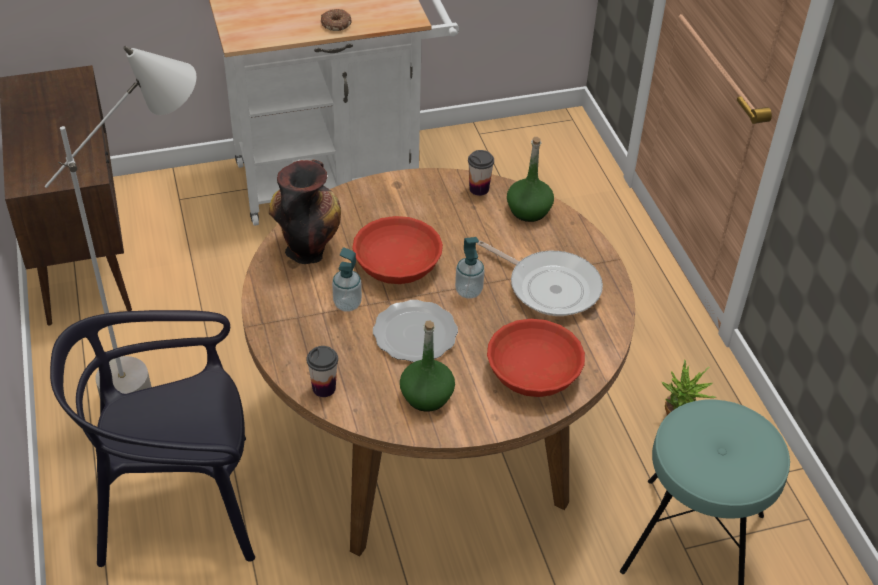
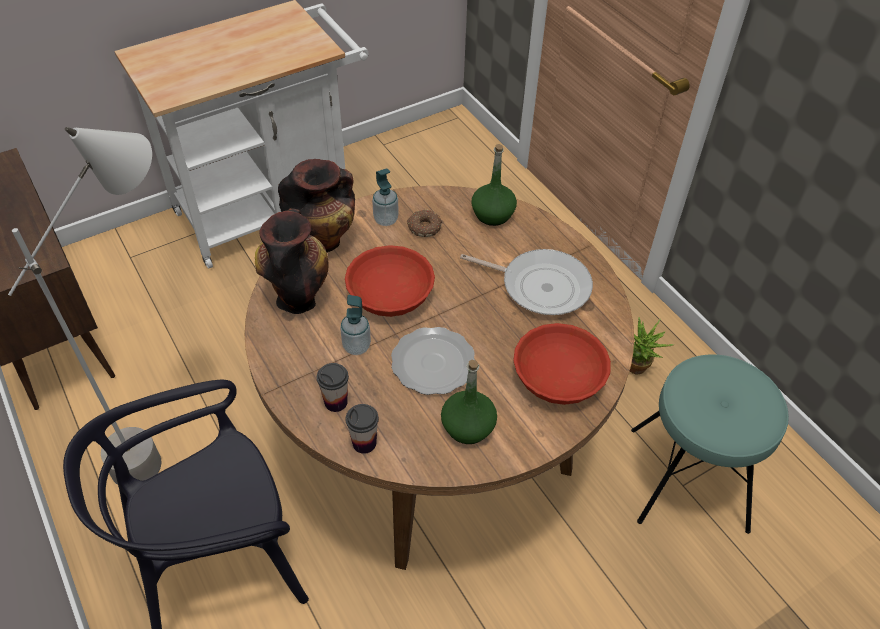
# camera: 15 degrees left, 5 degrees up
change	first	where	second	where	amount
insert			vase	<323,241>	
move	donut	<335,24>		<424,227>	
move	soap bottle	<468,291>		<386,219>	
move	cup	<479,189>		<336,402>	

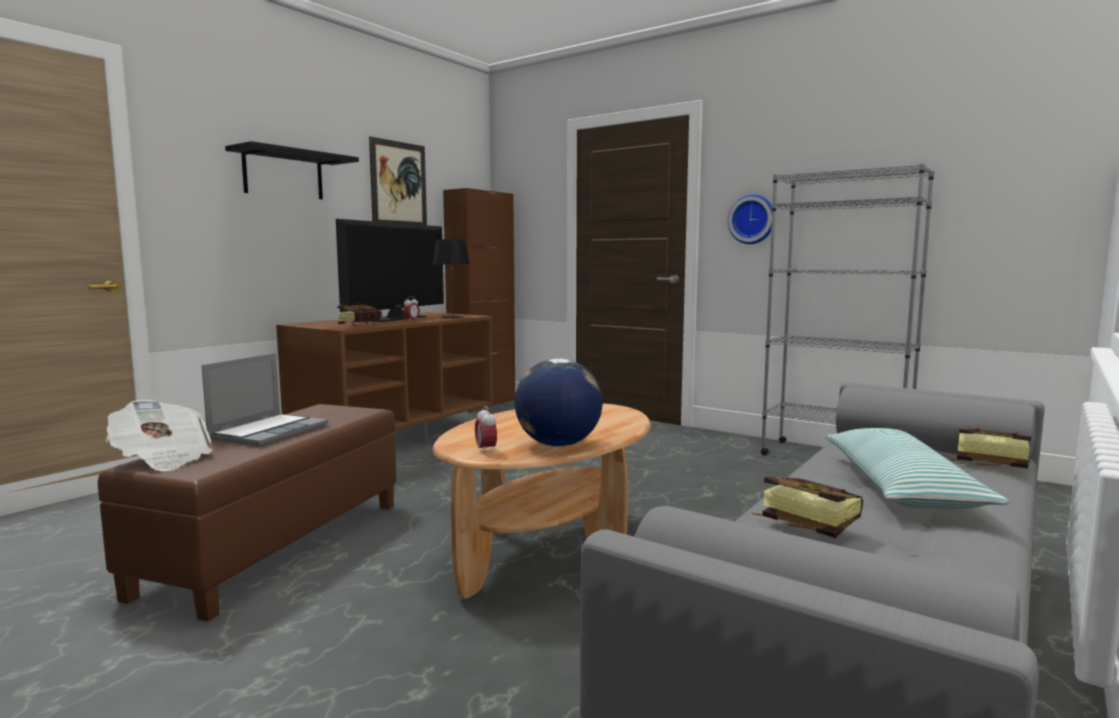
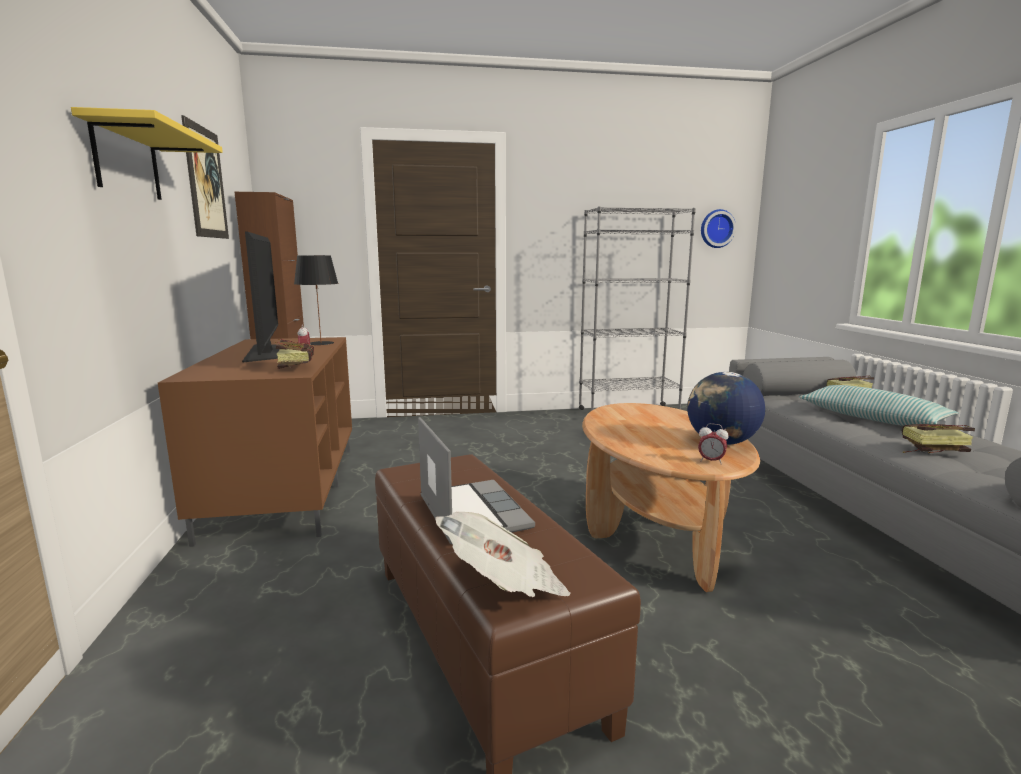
# camera: 45 degrees left, 5 degrees up
change	first	where	second	where	amount
move	clock on the wall	<752,219>		<716,229>	
recolor	blackish shelf	<283,175>	yellow-coloured shelf	<127,161>	

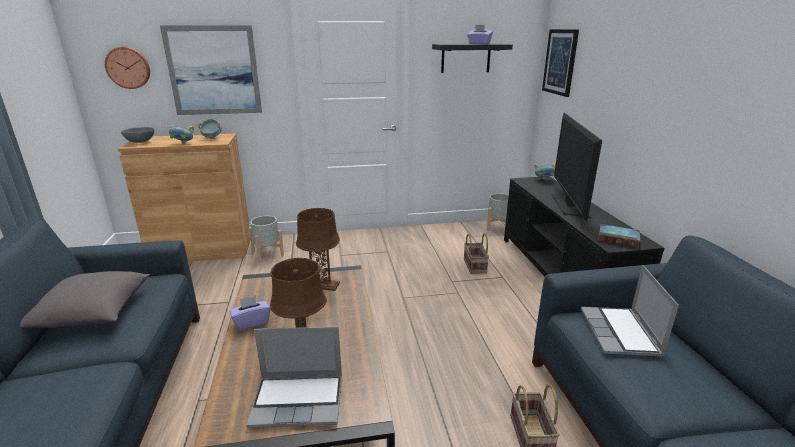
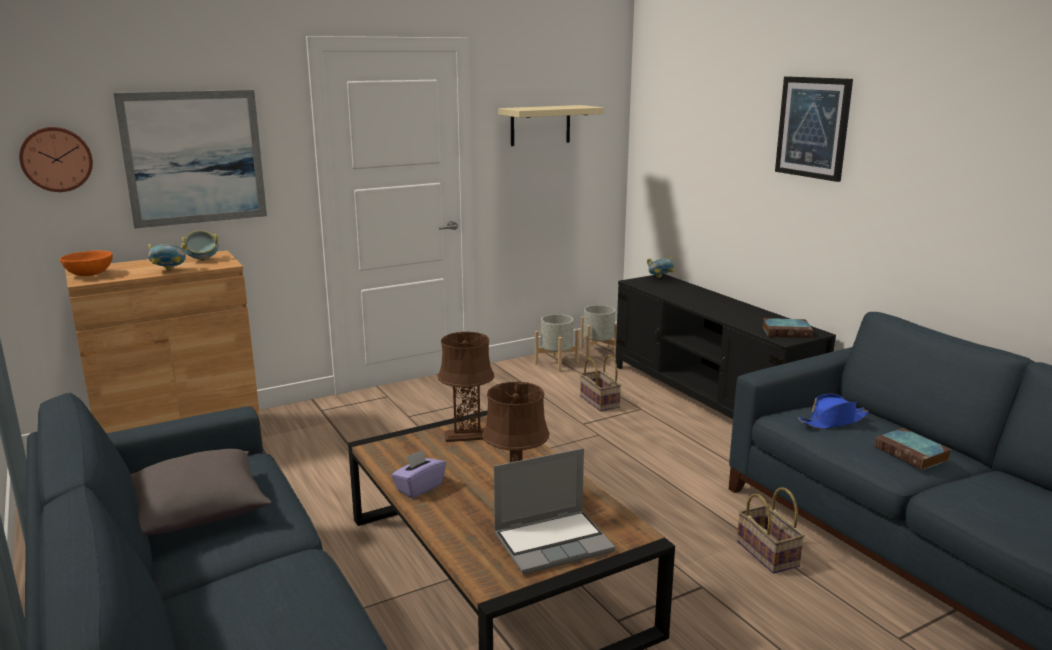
# camera: 20 degrees left, 5 degrees down
change	first	where	second	where	amount
delete	purplish box of tissues	<479,44>			
delete	TV	<569,204>			
insert			book	<912,454>	
move	gray plant pot	<268,253>		<556,363>	
move	picture	<560,62>		<813,127>	
replace	notebook computer	<620,333>	blue-coloured clothing hat	<833,421>	
recolor	gray deep dish	<140,142>	orangey deep dish	<90,274>	
recolor	blackish shelf	<465,58>	sand-coloured shelf	<540,125>	

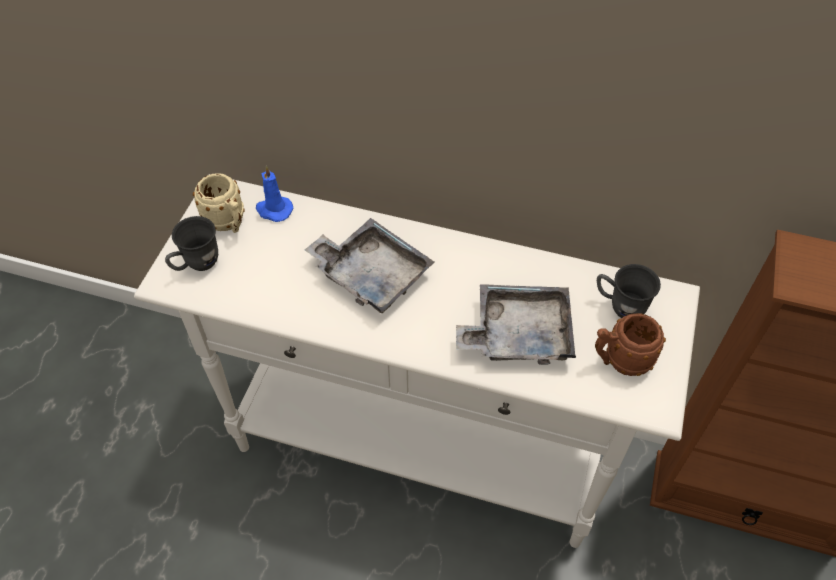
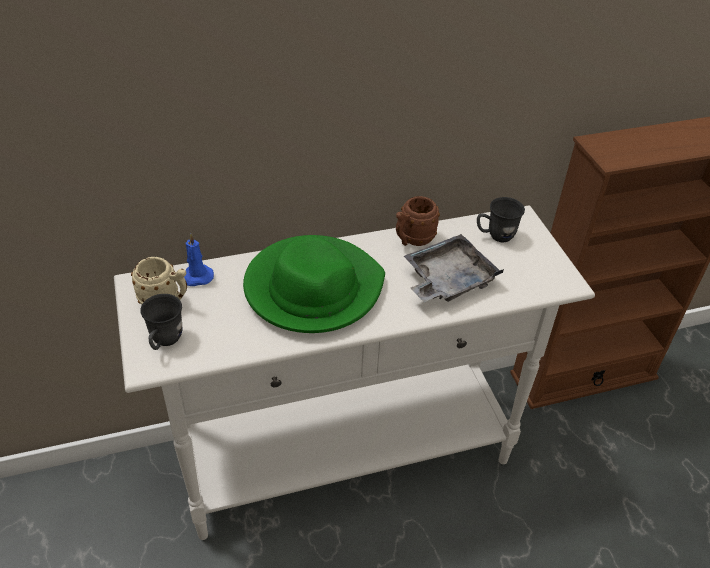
# camera: 35 degrees left, 10 degrees down
change	first	where	second	where	amount
move	brown tea mug	<620,361>		<412,240>	
replace	gray carrying tray	<371,274>	green-coloured clothing hat	<313,288>	

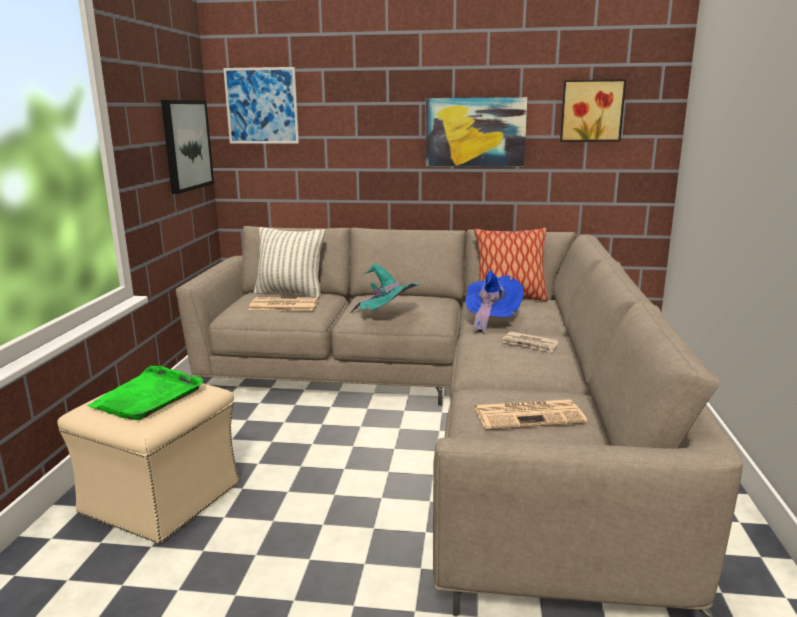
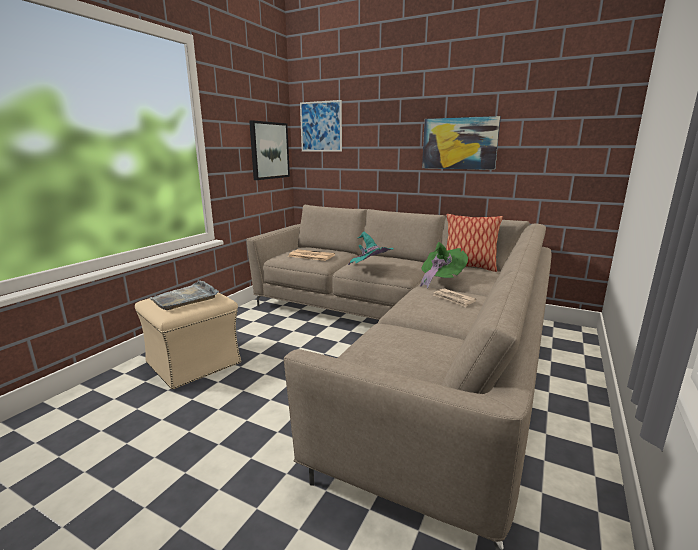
# camera: 20 degrees right, 0 degrees up
change	first	where	second	where	amount
delete	throw pillow	<290,293>			
delete	daily paper	<529,415>			
delete	picture	<591,110>			
recolor	green-coloured carrying tray	<148,396>	gray carrying tray	<185,298>	
recolor	blue-coloured clothing hat	<491,320>	green-coloured clothing hat	<440,280>	

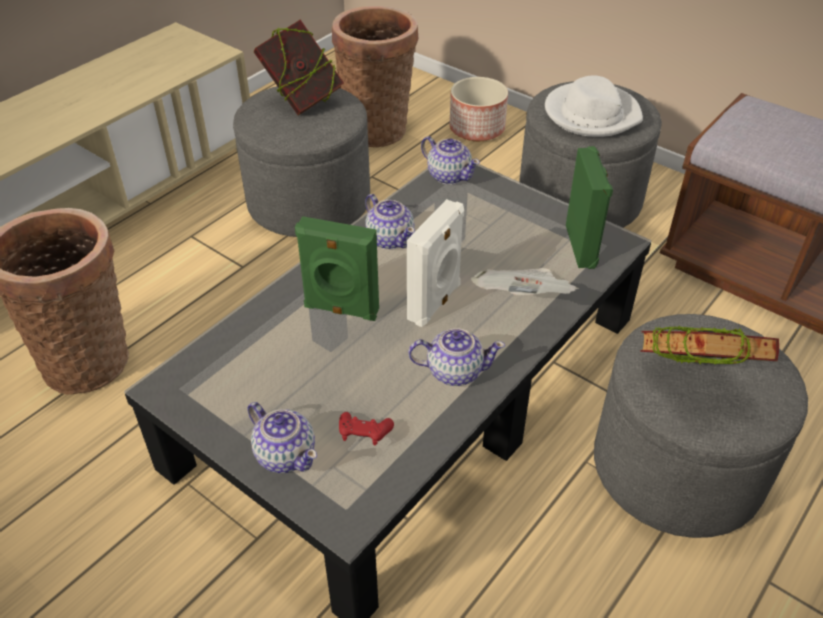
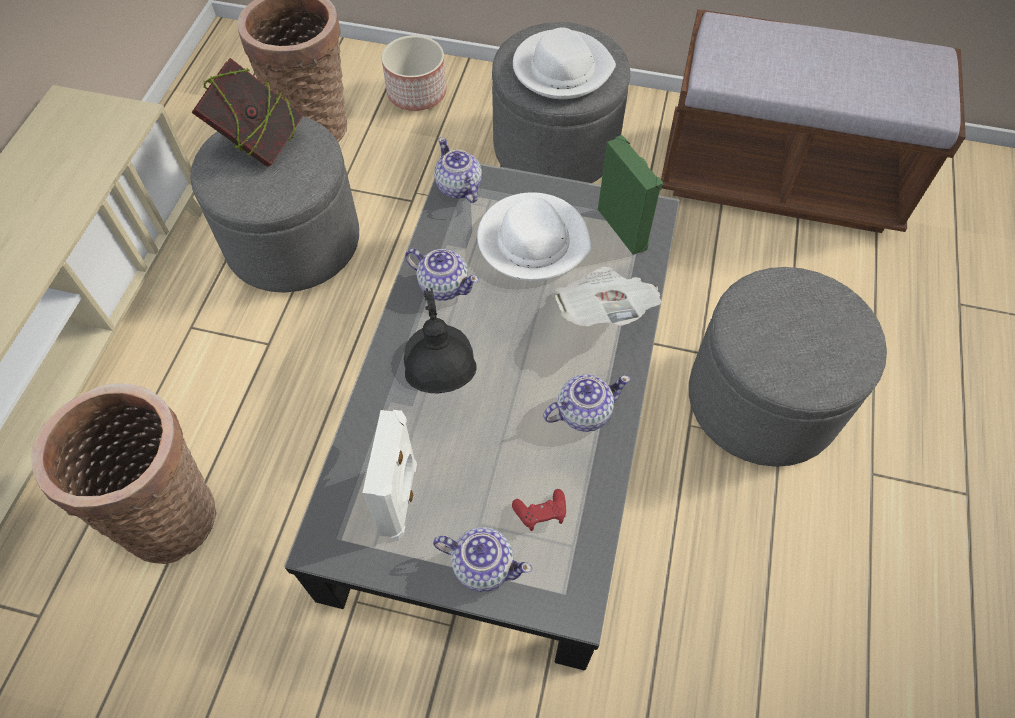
# camera: 25 degrees left, 15 degrees up
change	first	where	second	where	amount
delete	book	<693,381>			
insert			white clothing hat	<533,240>	
move	white audio speaker	<435,302>		<400,498>	
replace	green-coloured audio speaker	<341,310>	blackish tabletop lamp	<443,387>	
rotate	tea pot	<449,175>		<458,187>	135 degrees counterclockwise

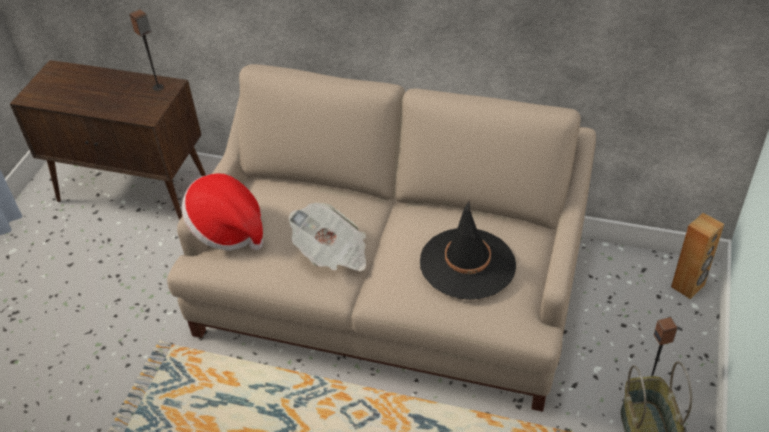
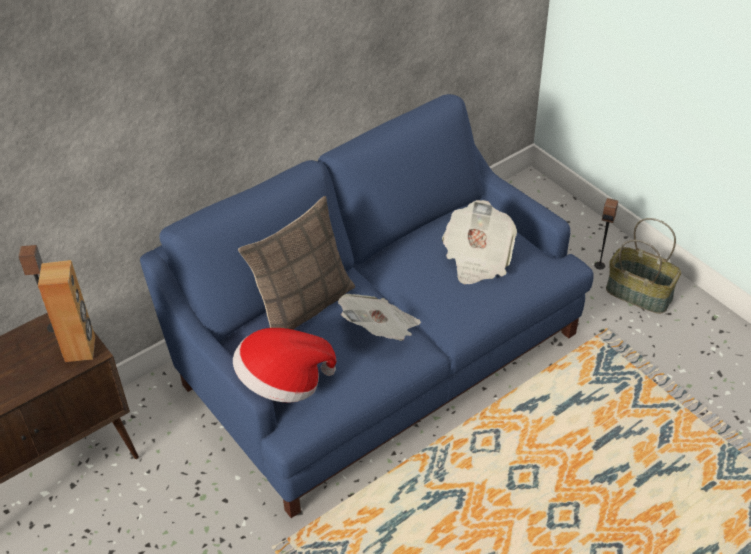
# camera: 55 degrees left, 0 degrees up
change	first	where	second	where	amount
insert			throw pillow	<303,305>	
move	brown audio speaker	<688,286>		<80,349>	
replace	blackish clothing hat	<467,263>	daily paper	<477,258>	
recolor	sand-coloured couch	<389,289>	blue-coloured couch	<376,352>	

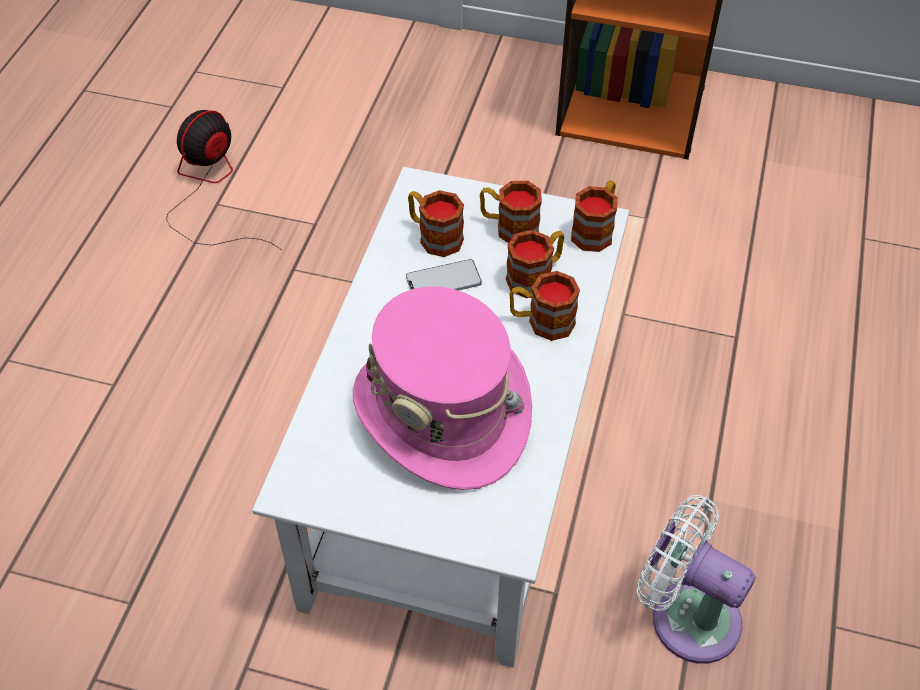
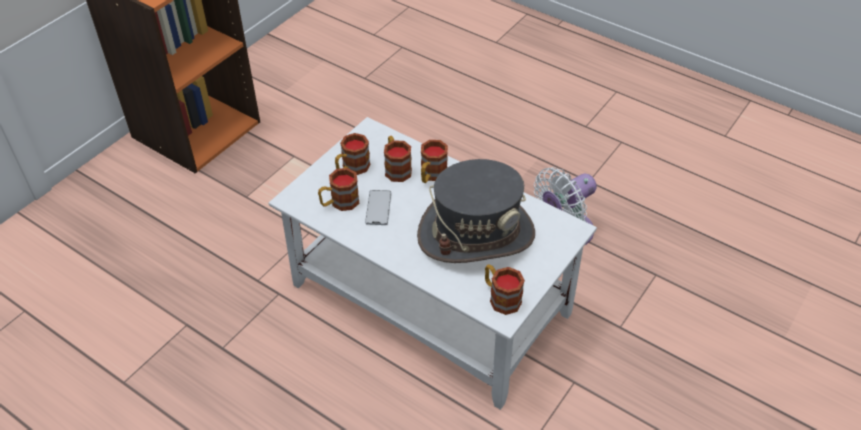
# camera: 70 degrees left, 5 degrees down
change	first	where	second	where	amount
delete	electric fan	<211,190>			
move	tea mug	<595,230>		<500,297>	
recolor	pink clothing hat	<443,412>	gray clothing hat	<476,234>	

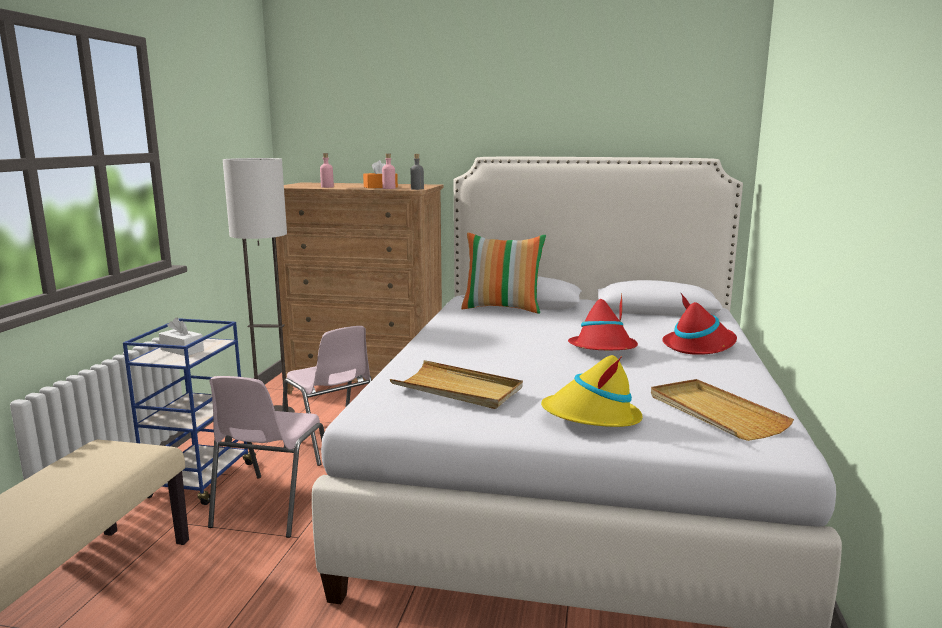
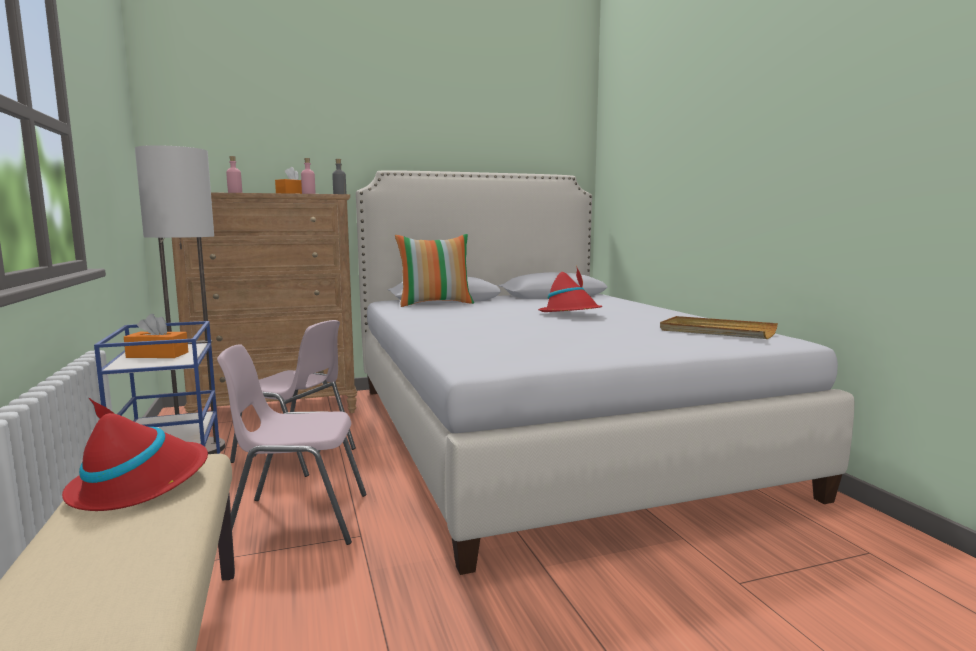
# camera: 30 degrees left, 5 degrees down
change	first	where	second	where	amount
delete	sand-coloured carrying tray	<457,389>			
delete	yellow-coloured clothing hat	<591,417>			
move	reddish clothing hat	<699,346>		<140,485>	
recolor	white box of tissues	<182,350>	orangey box of tissues	<157,355>	
rotate	pink plain chair	<272,506>		<297,519>	105 degrees clockwise

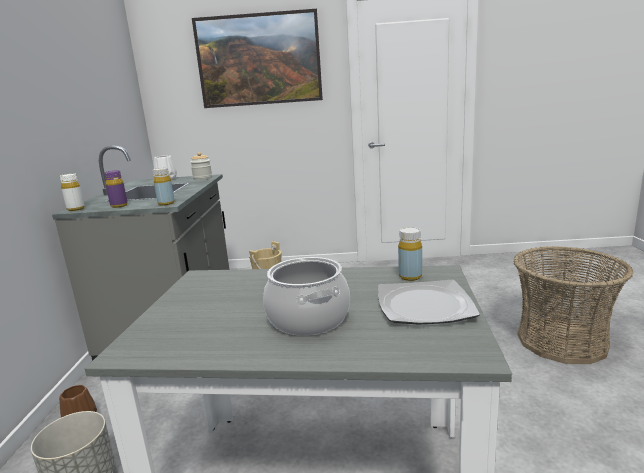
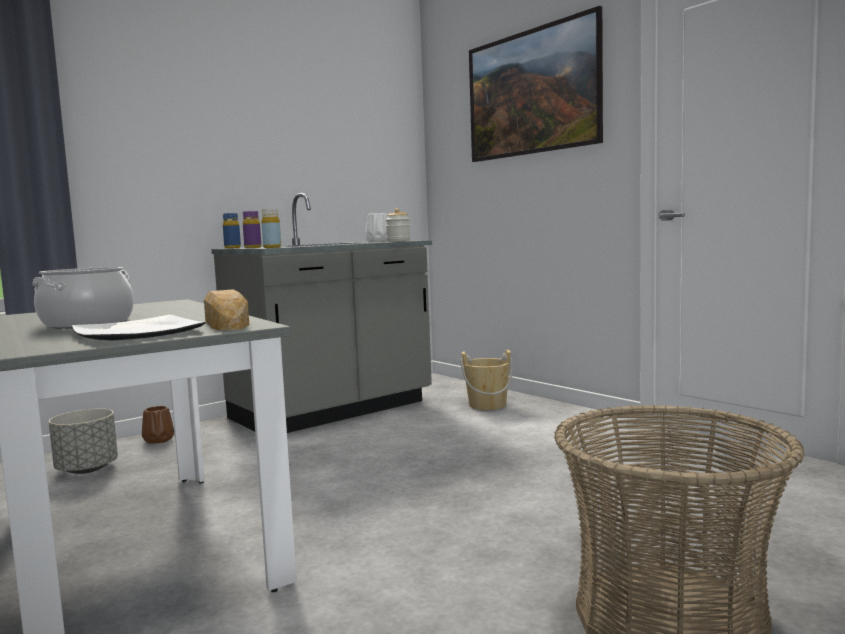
# camera: 50 degrees right, 10 degrees down
change	first	where	second	where	amount
replace	yellow-coloured bottle	<410,276>	baked bread	<226,323>	
recolor	white bottle	<76,209>	blue-coloured bottle	<232,248>	

